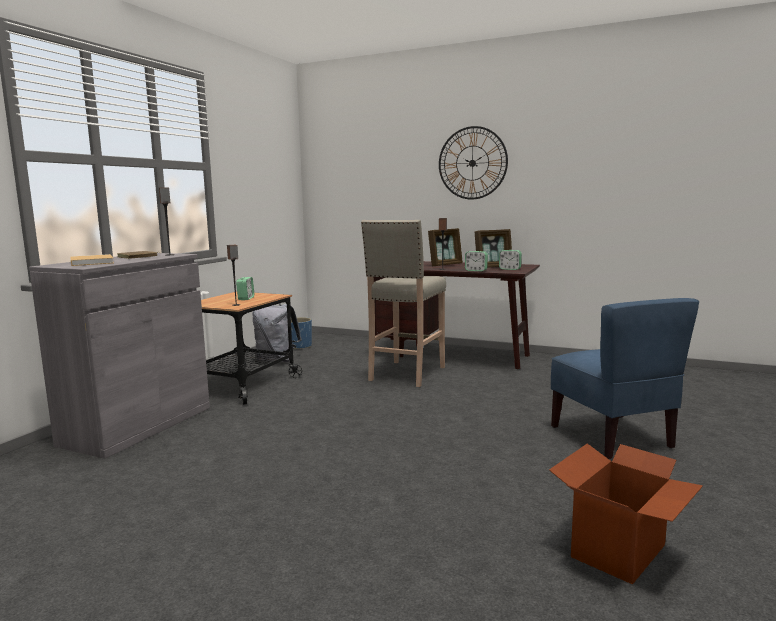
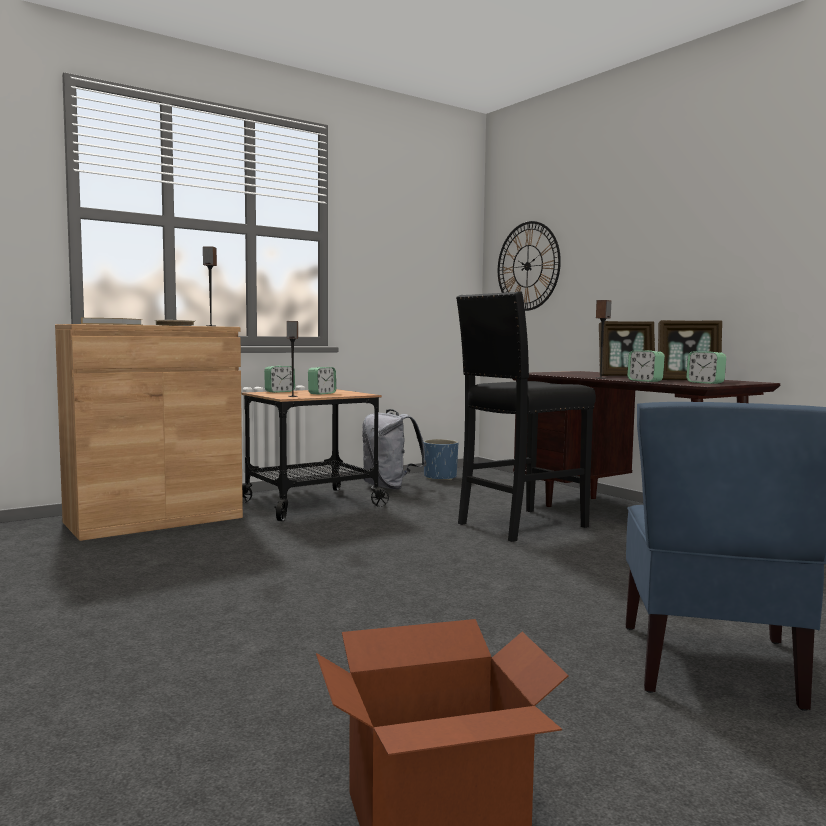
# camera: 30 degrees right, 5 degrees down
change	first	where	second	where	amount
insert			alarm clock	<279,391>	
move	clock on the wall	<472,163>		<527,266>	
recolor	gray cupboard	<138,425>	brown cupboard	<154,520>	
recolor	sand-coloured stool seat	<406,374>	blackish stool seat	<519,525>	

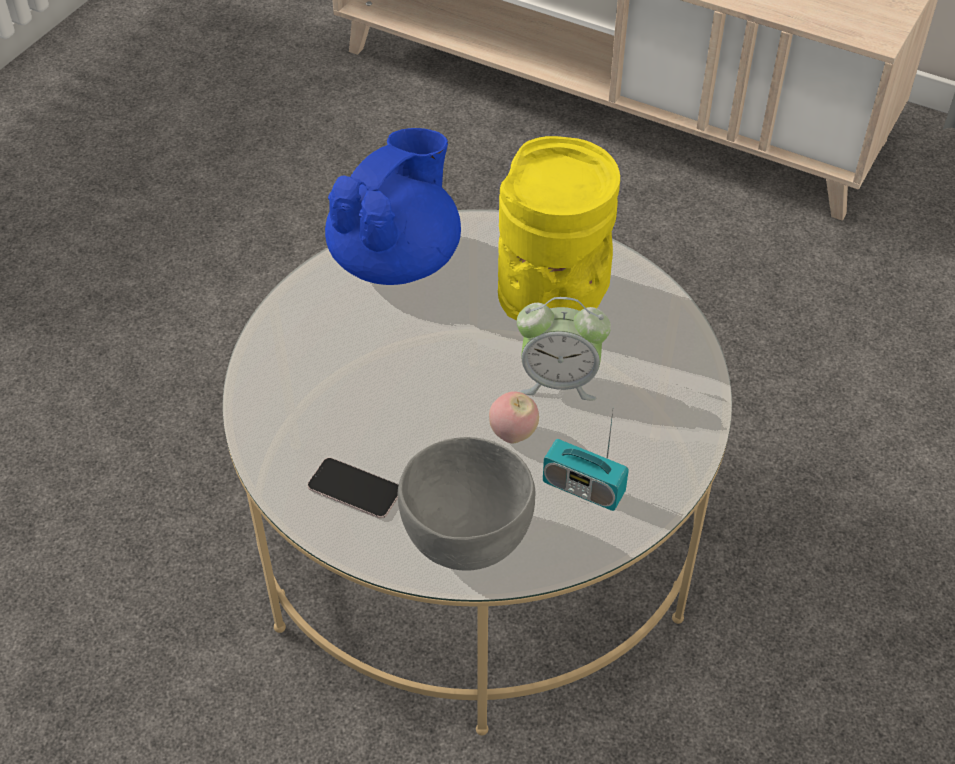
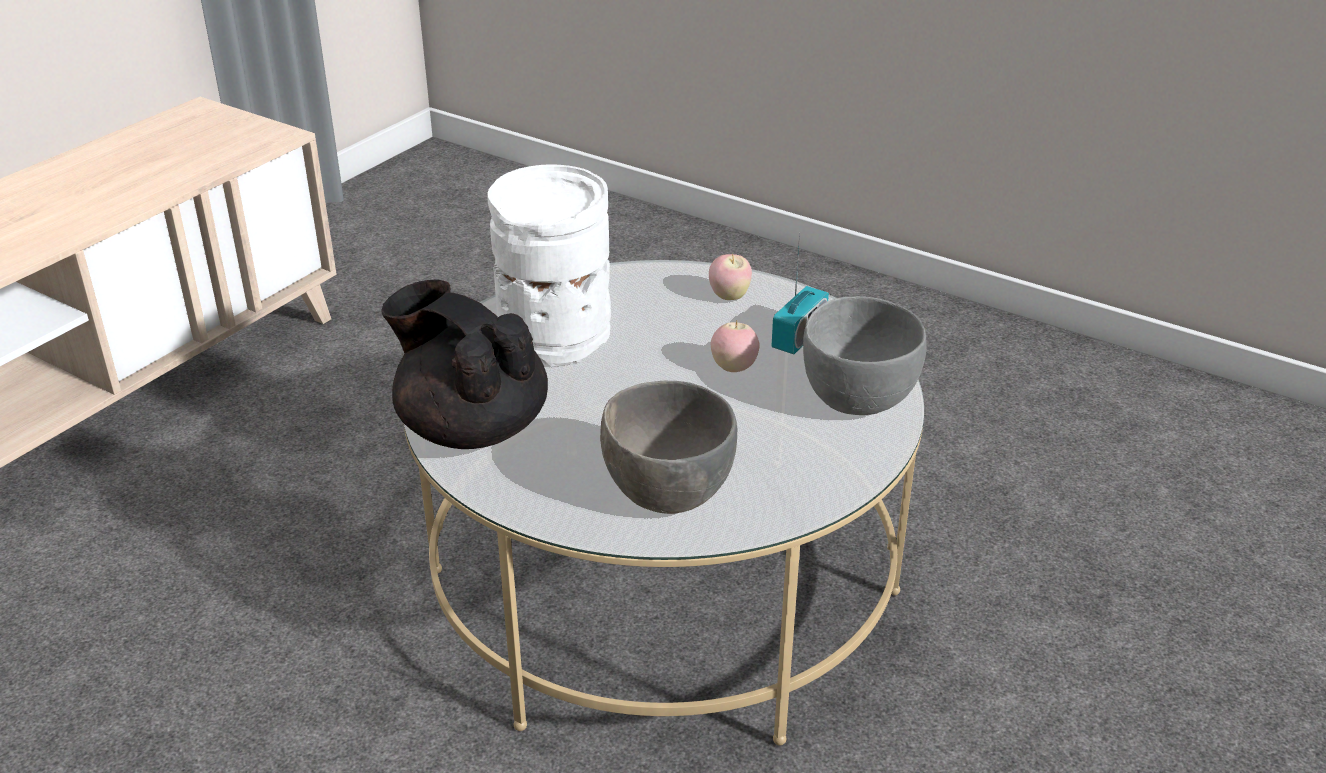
# camera: 85 degrees left, 15 degrees down
change	first	where	second	where	amount
delete	phone	<354,489>			
delete	alarm clock	<559,380>			
insert			gray deep dish	<667,492>	
insert			apple	<729,296>	
recolor	blue-coloured tea pot	<396,259>	blackish tea pot	<472,427>	
recolor	yellow-coloured vase	<554,296>	white vase	<556,335>	

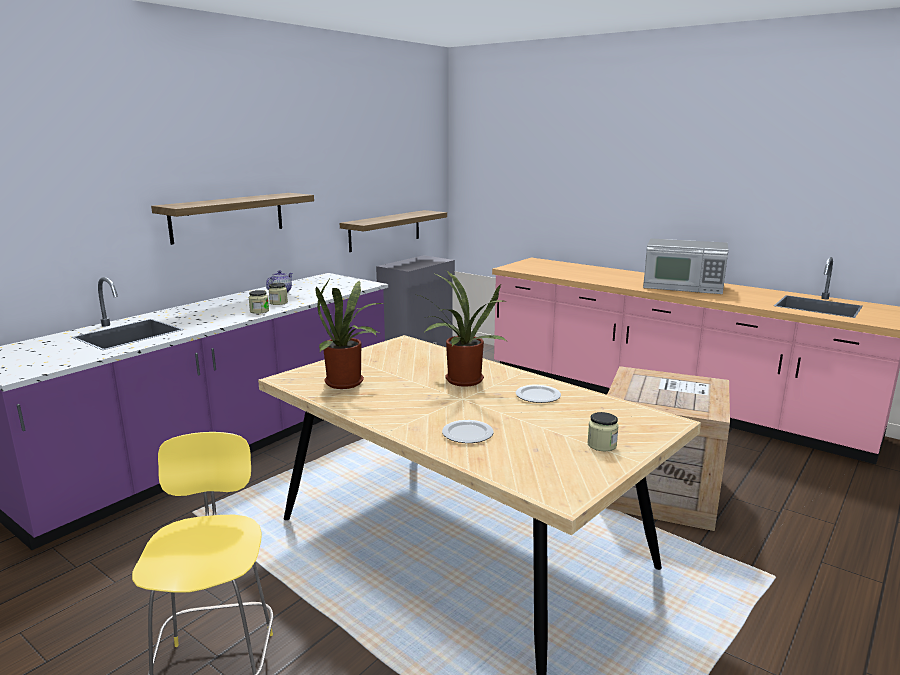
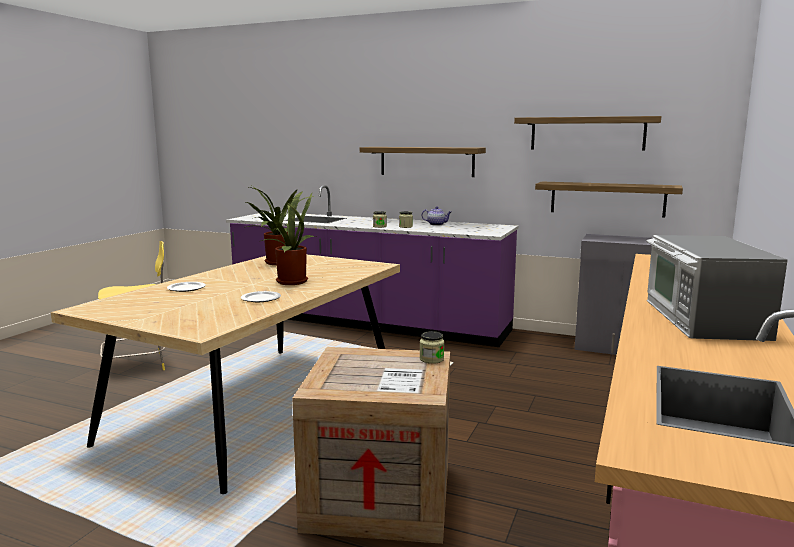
# camera: 75 degrees right, 5 degrees down
change	first	where	second	where	amount
insert			shelf	<587,133>	
move	jar	<602,445>		<431,359>	

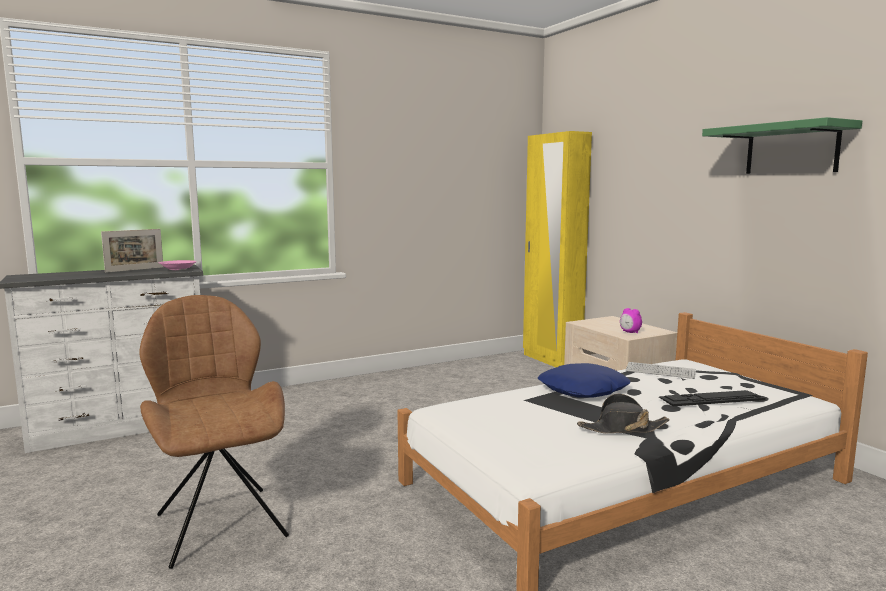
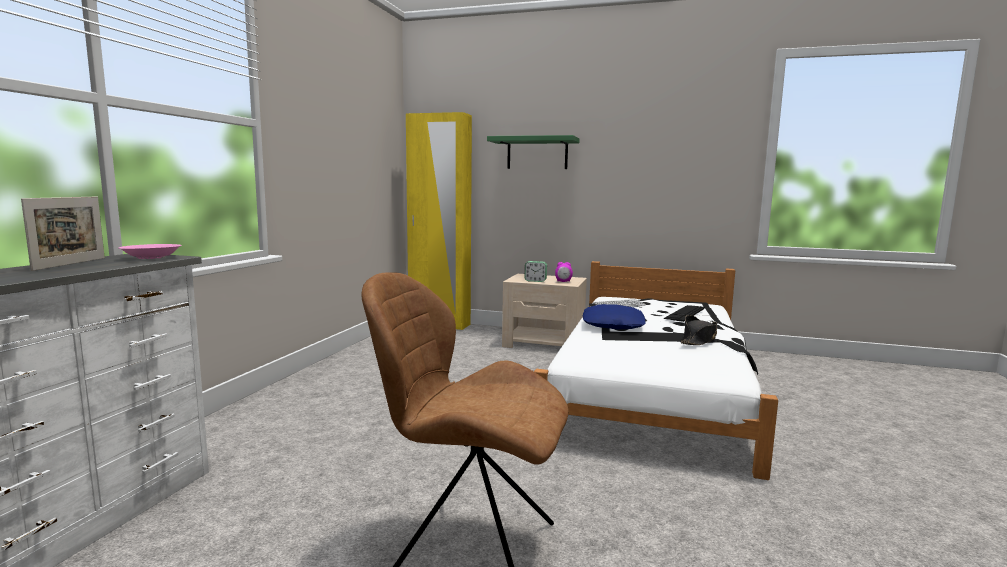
# camera: 45 degrees left, 0 degrees up
change	first	where	second	where	amount
insert			alarm clock	<535,281>	
move	green-coloured shelf	<791,149>		<537,153>	

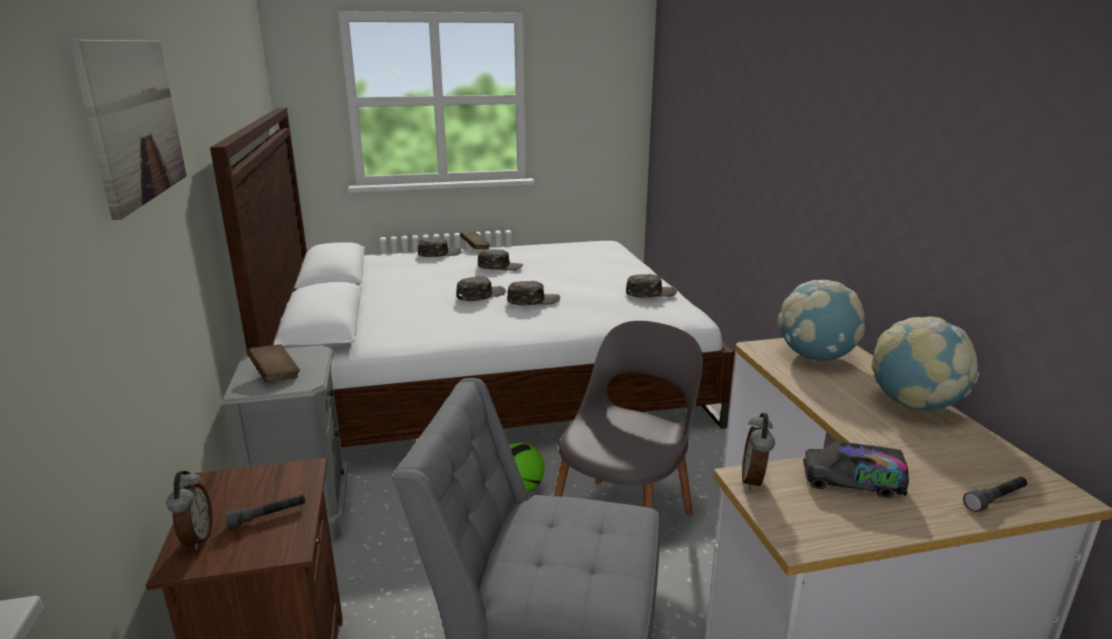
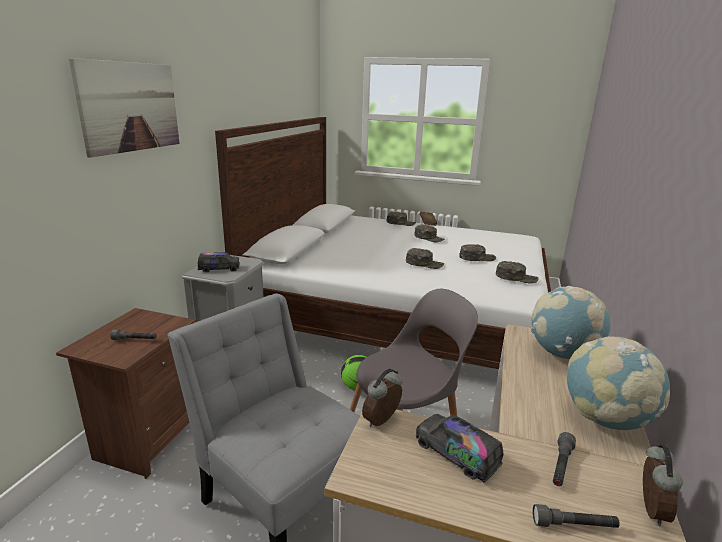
# camera: 30 degrees right, 0 degrees up
change	first	where	second	where	amount
insert			gray torch	<561,466>	
move	alarm clock	<196,538>		<649,509>	
move	green-coloured cap	<480,294>		<477,257>	
replace	brown book	<275,375>	toy truck	<219,269>	

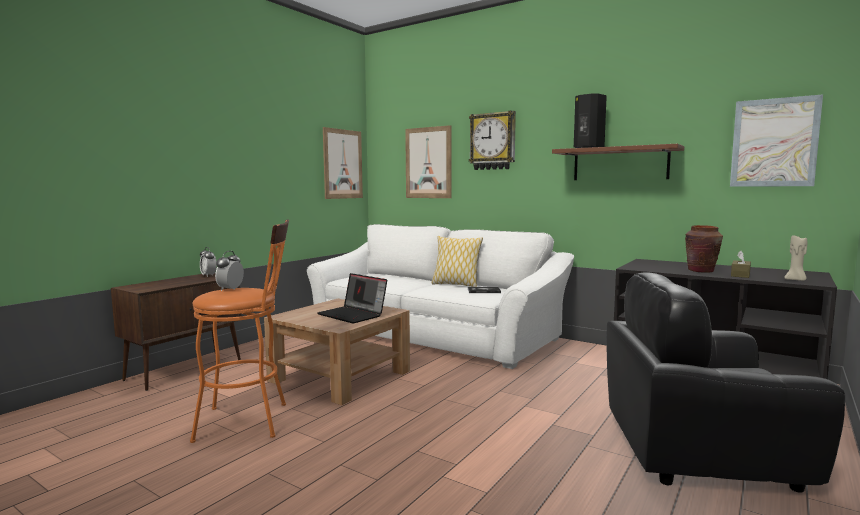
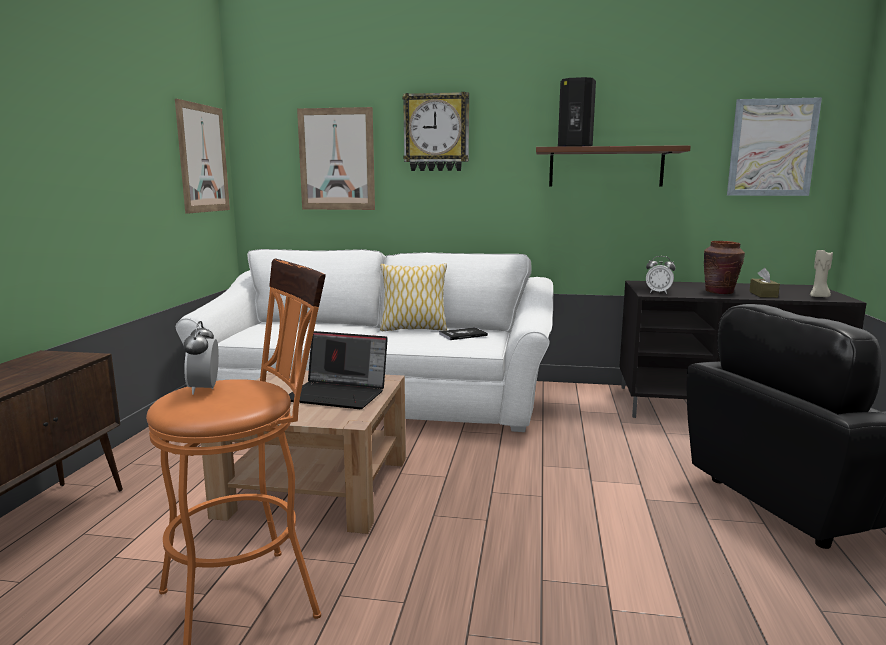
# camera: 25 degrees left, 5 degrees up
change	first	where	second	where	amount
move	alarm clock	<208,275>		<658,292>	

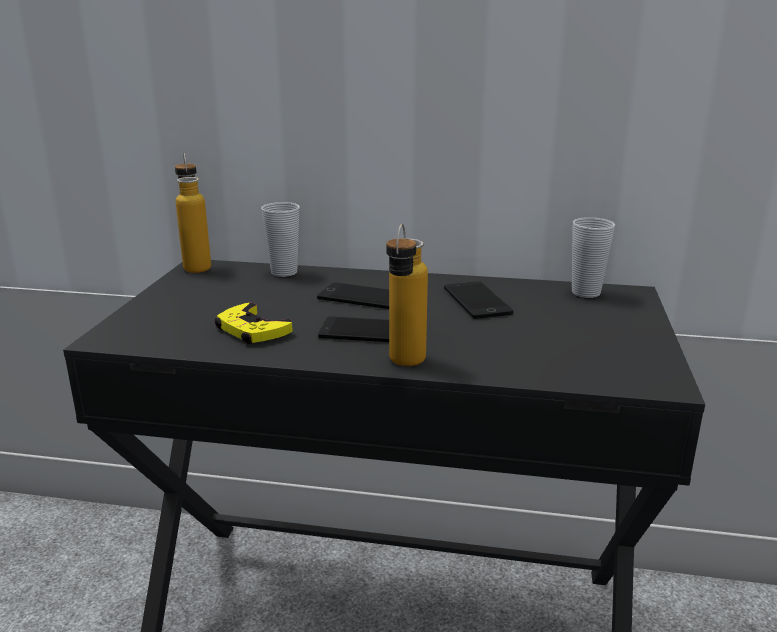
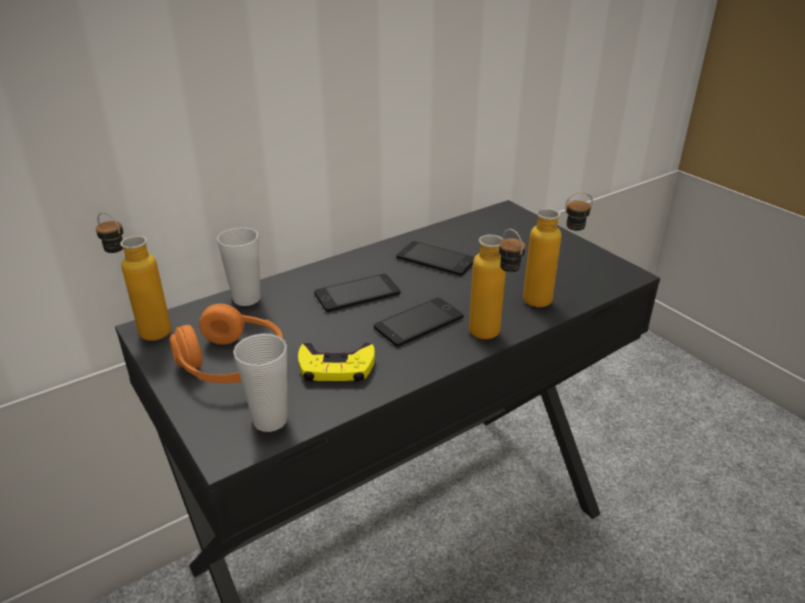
# camera: 45 degrees left, 10 degrees up
change	first	where	second	where	amount
insert			orangey headset	<232,363>	
insert			bottle	<549,301>	
move	cup	<585,293>		<270,420>	

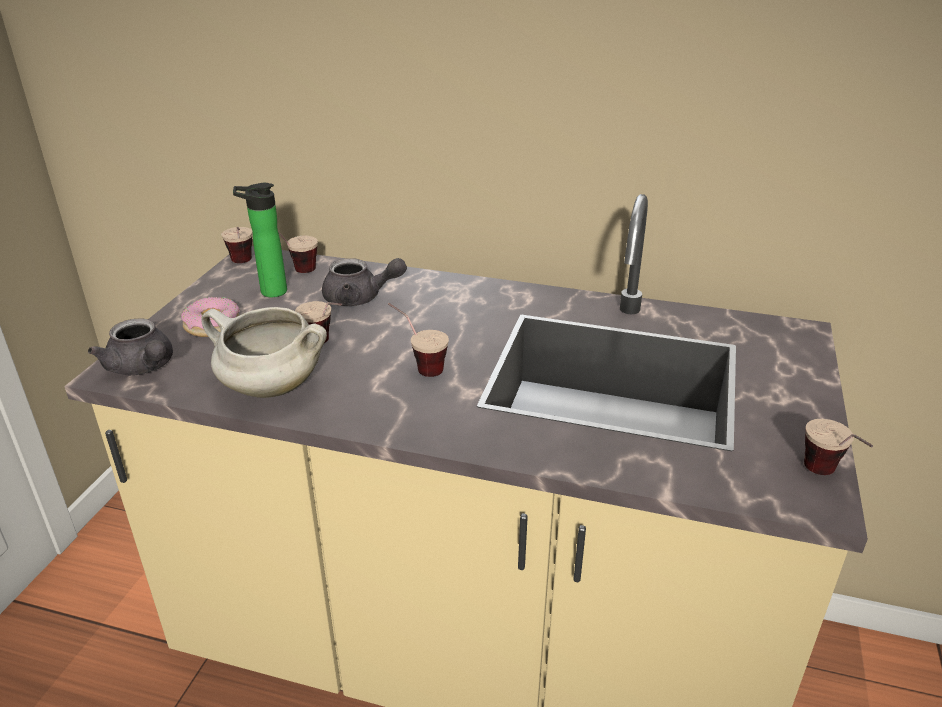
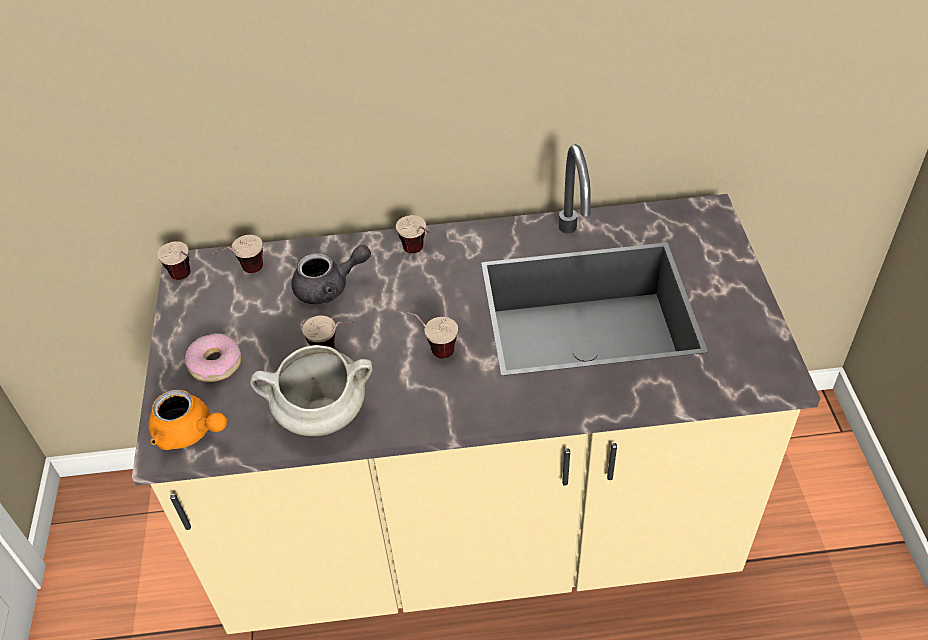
# camera: 20 degrees left, 15 degrees up
change	first	where	second	where	amount
delete	bottle	<269,292>			
move	cup	<828,478>		<419,254>	
recolor	gray tea pot	<143,368>	orangey tea pot	<189,433>	

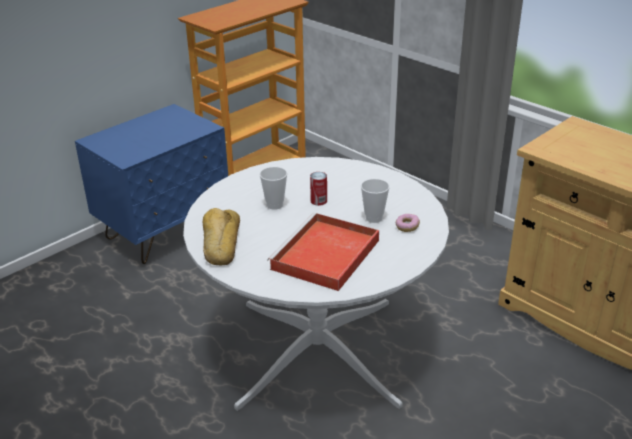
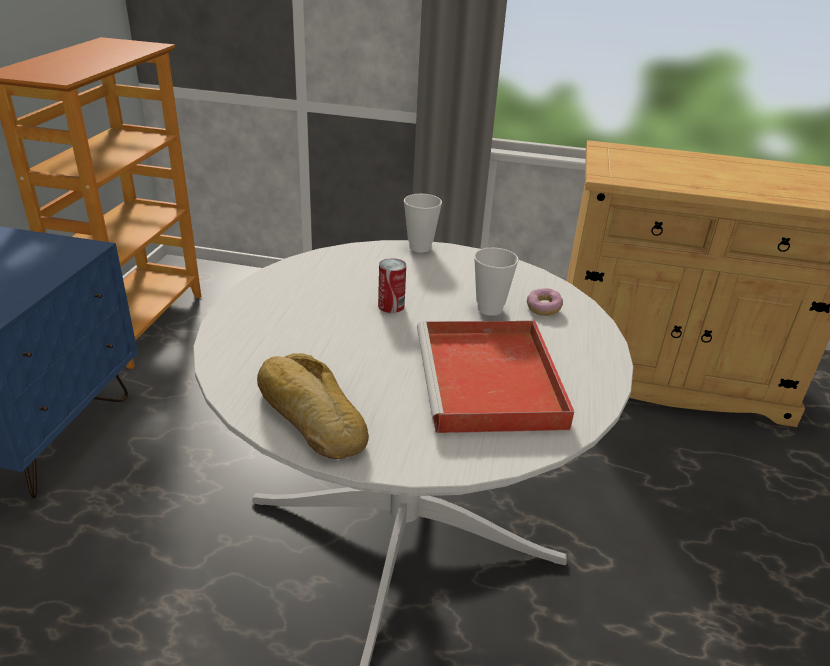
# camera: 35 degrees left, 0 degrees up
change	first	where	second	where	amount
move	cup	<274,205>		<420,247>	

